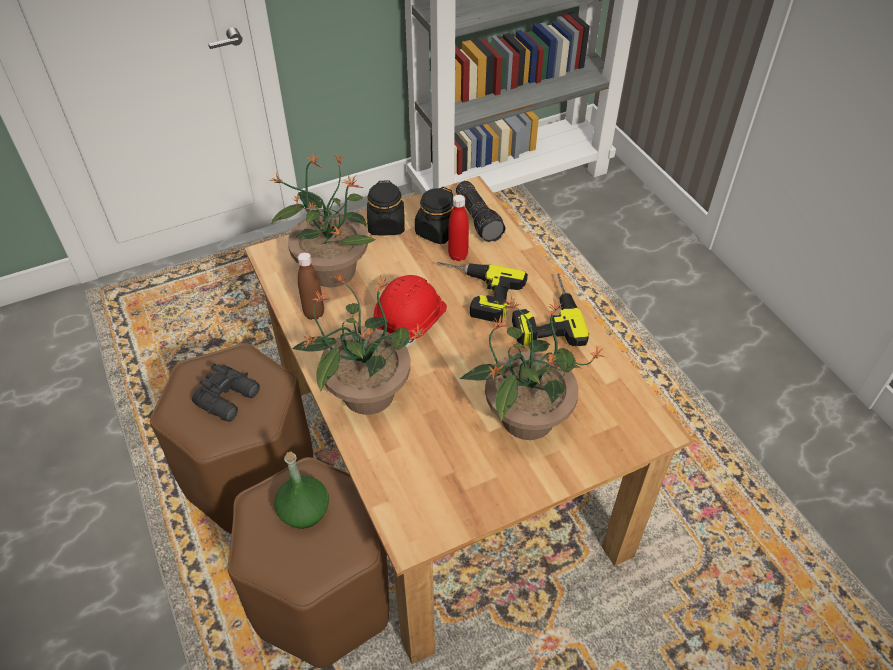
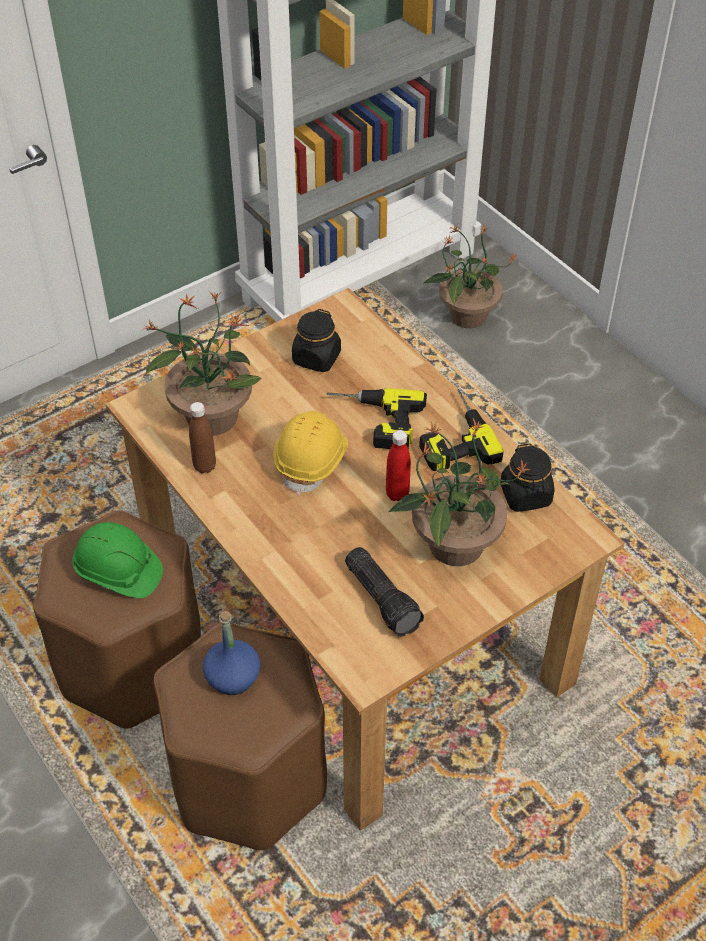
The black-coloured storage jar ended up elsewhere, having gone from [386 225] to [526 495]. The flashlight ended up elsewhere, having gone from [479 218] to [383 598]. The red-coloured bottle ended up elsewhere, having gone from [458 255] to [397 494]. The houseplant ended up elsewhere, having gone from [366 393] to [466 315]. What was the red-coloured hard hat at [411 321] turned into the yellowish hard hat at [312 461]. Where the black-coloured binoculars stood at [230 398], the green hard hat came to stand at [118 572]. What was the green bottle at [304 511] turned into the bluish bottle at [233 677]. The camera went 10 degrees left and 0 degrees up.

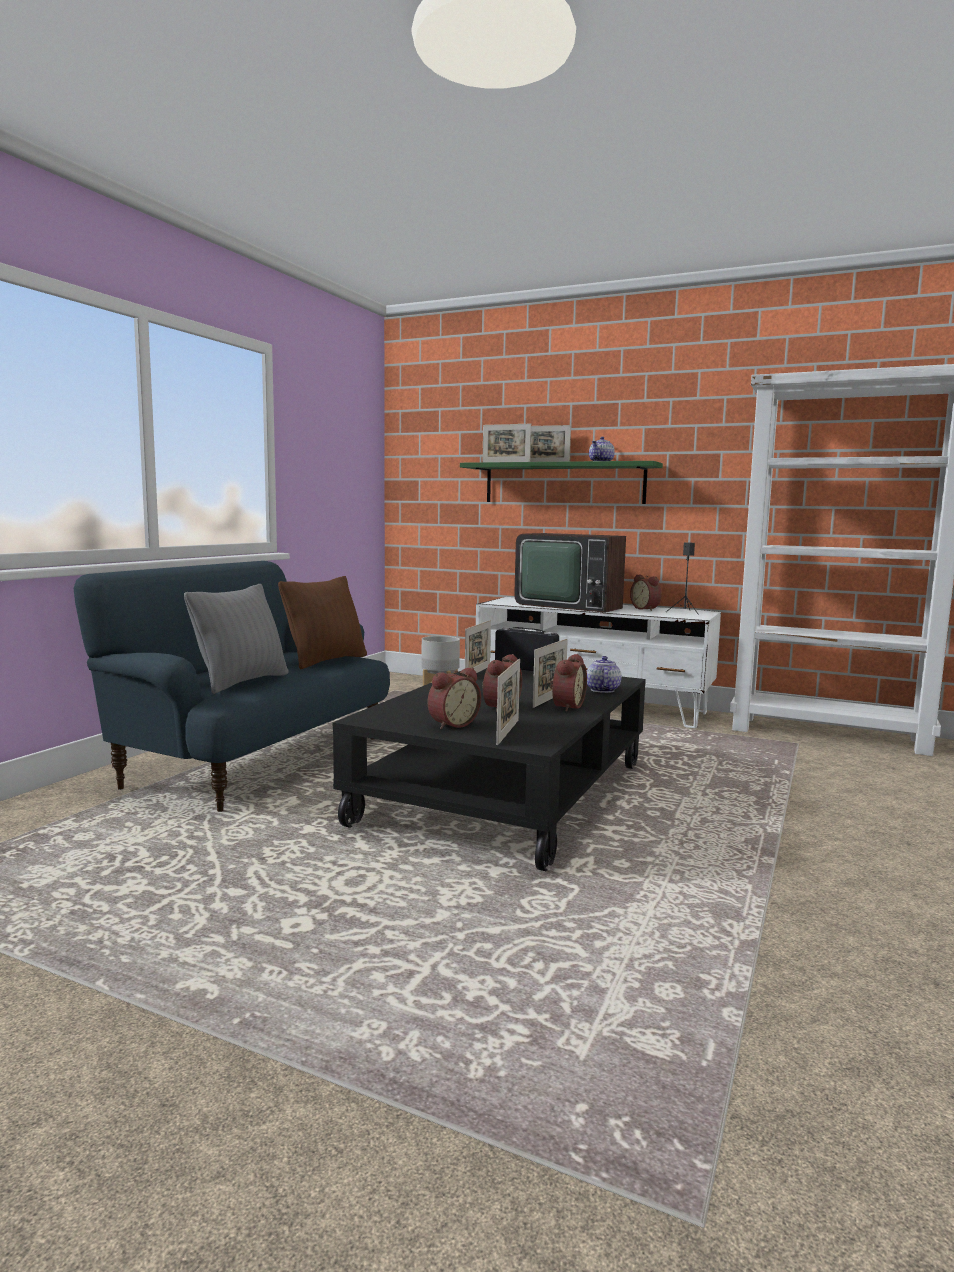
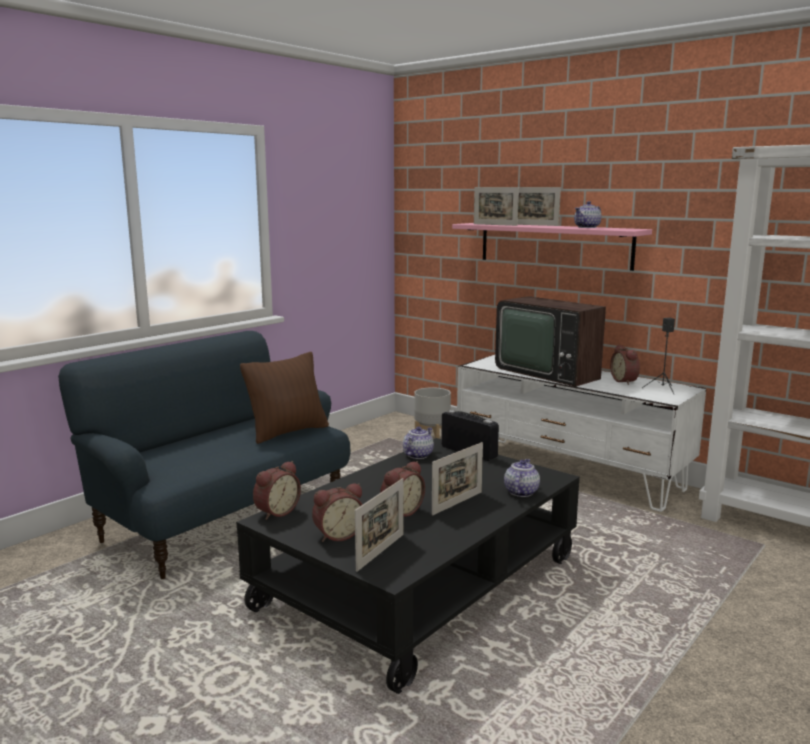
What was the green bracket shelf at [563 483] turned into the pinkish bracket shelf at [554 245]. The second view lost the gray pillow at [241 682]. Where the standing frame stood at [477 672], the teapot came to stand at [418 455]. The table clock ended up elsewhere, having gone from [566 706] to [276 512]. The camera went 15 degrees right and 5 degrees up.

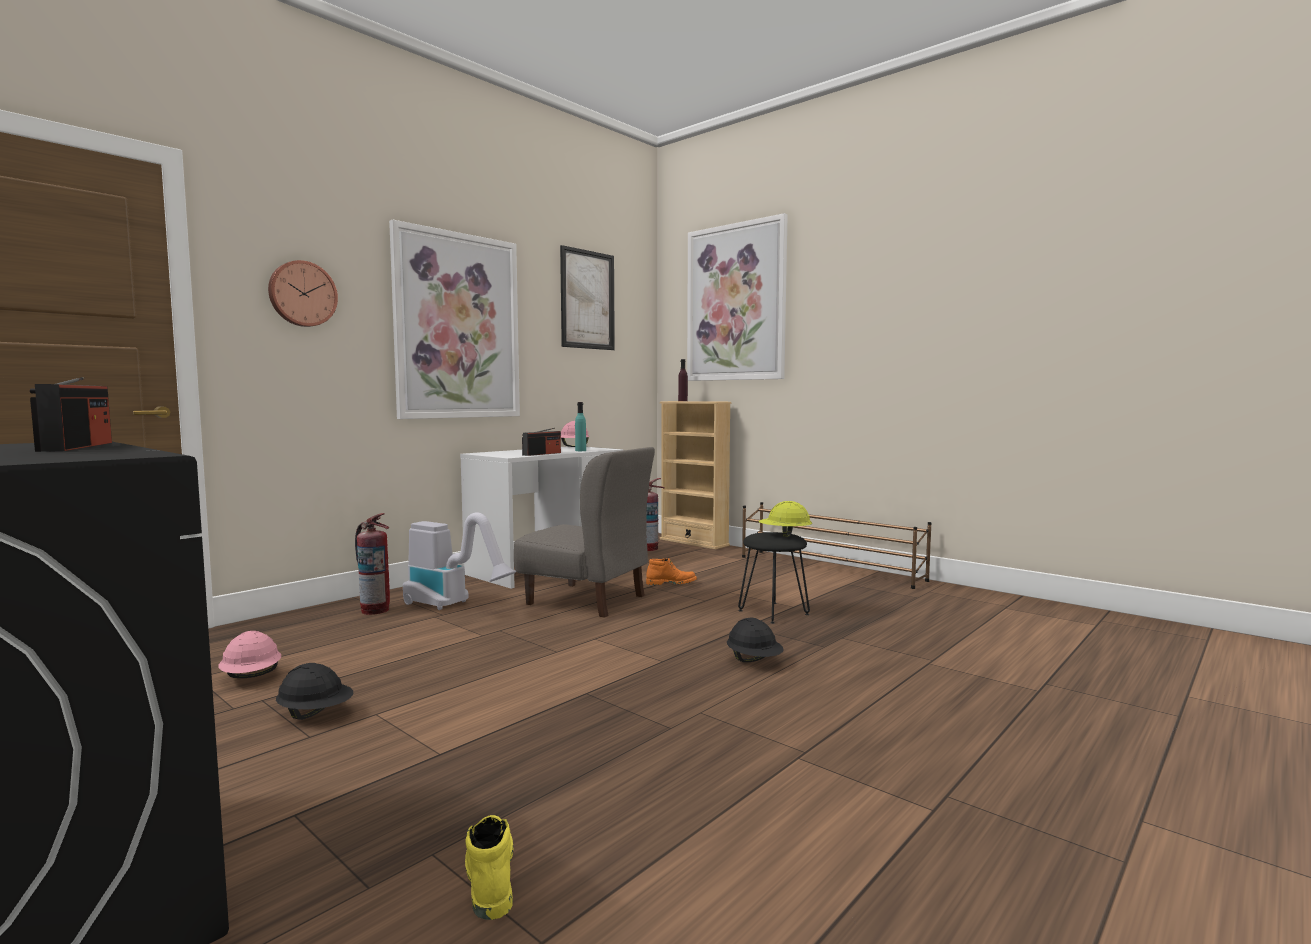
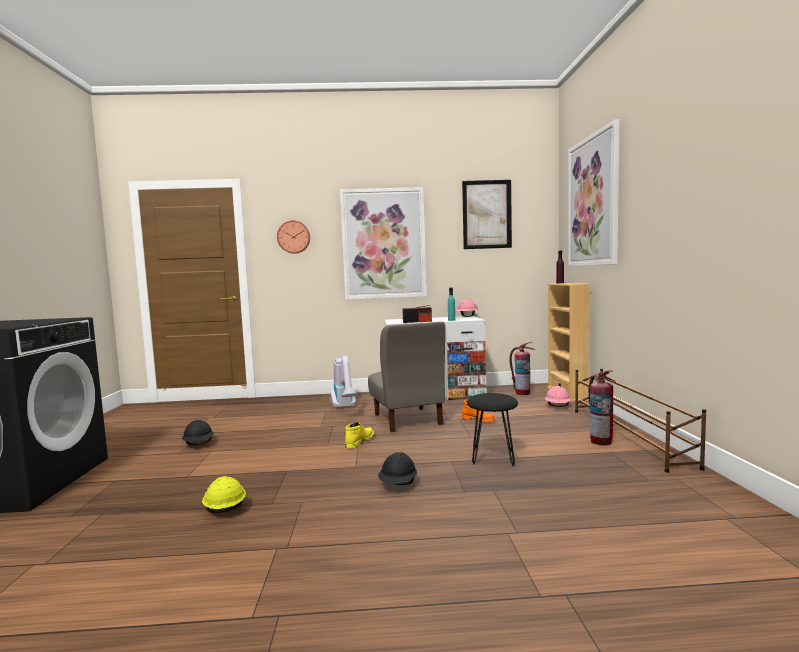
The second view lost the radio receiver at [77 446]. The yellowish hard hat ended up elsewhere, having gone from [784 536] to [225 509]. The extinguisher ended up elsewhere, having gone from [375 610] to [601 441]. The pinkish hard hat ended up elsewhere, having gone from [252 677] to [558 406]. The yellowish tall boot ended up elsewhere, having gone from [488 875] to [359 441]. The camera went 45 degrees right and 0 degrees up.

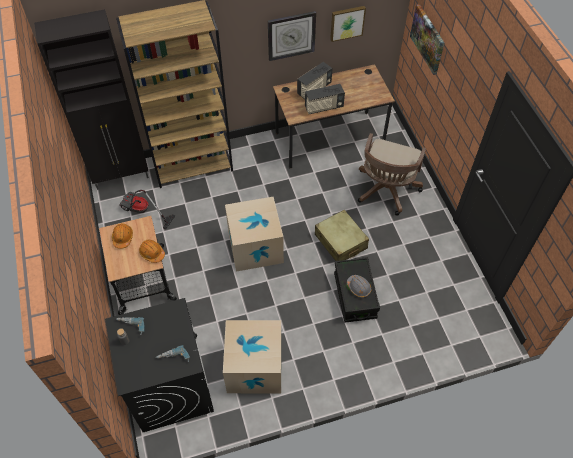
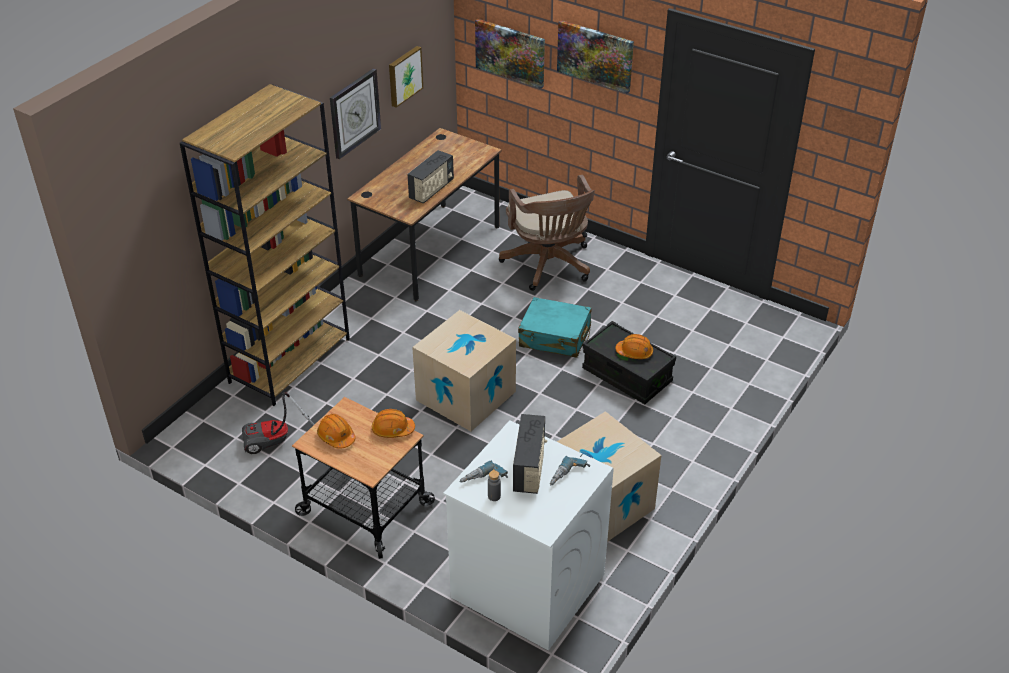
The second view lost the black-coloured cupboard at [122 175]. The radio receiver ended up elsewhere, having gone from [314 89] to [529 468]. What was the beige travel case at [340 242] turned into the blue-green travel case at [555 337]. What was the gray hard hat at [358 287] turned into the orange-coloured hard hat at [634 352]. What was the black-coloured washing machine at [170 386] turned into the white-coloured washing machine at [527 585]. The second view gained the wall picture at [595 55]. The camera went 40 degrees left and 15 degrees down.

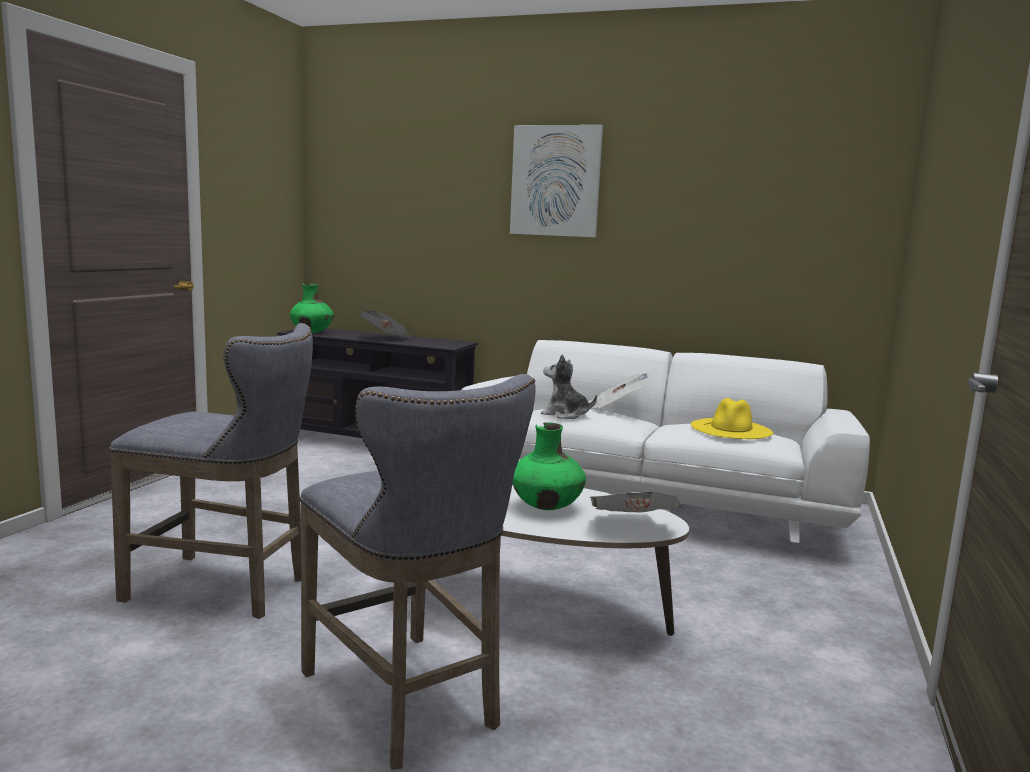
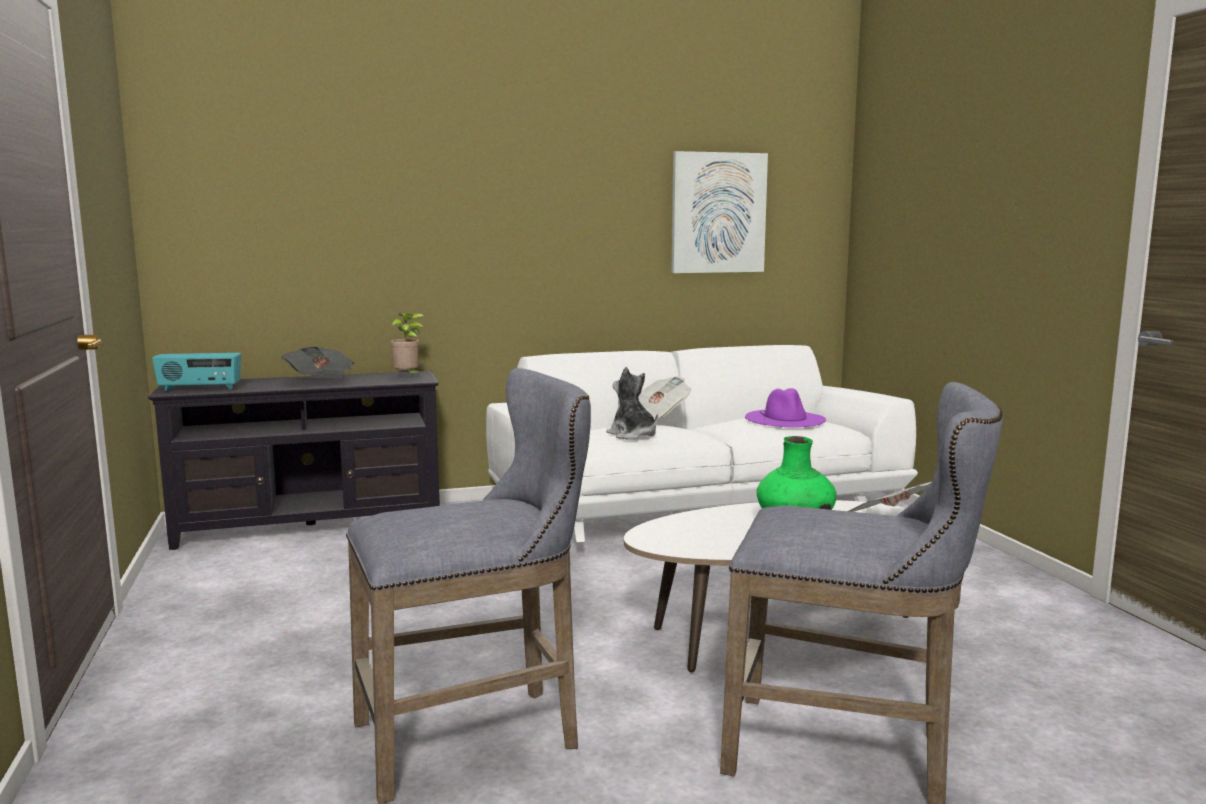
The wall picture ended up elsewhere, having gone from [555 181] to [718 213]. Where the green flower vase stood at [312 332], the radio receiver came to stand at [199 389]. The plush toy at [565 415] ended up facing another way, 60 degrees clockwise from before. What was the yellowish hat at [731 428] turned into the purple hat at [785 418]. The second view gained the houseplant at [408 377]. The camera went 35 degrees left and 0 degrees up.

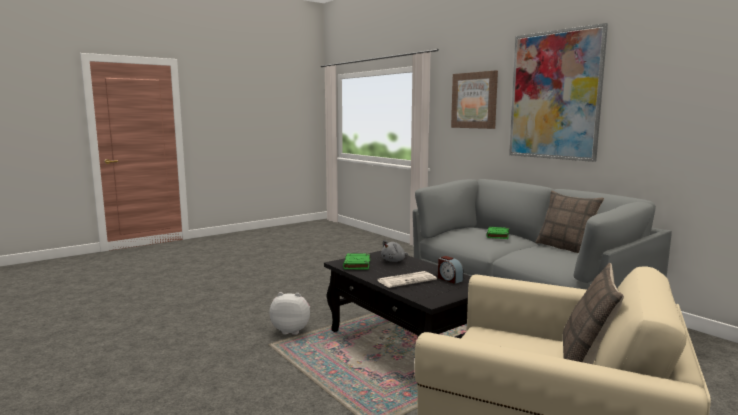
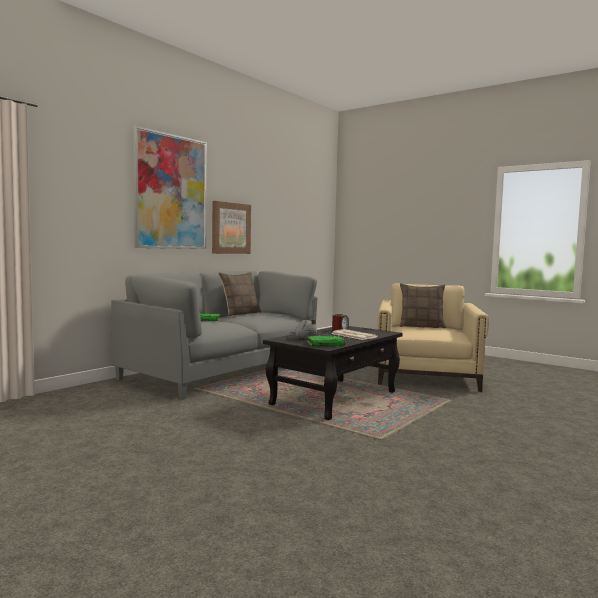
The wall picture ended up elsewhere, having gone from [474 100] to [230 228]. The second view lost the plush toy at [292 330]. The camera went 105 degrees left and 5 degrees down.

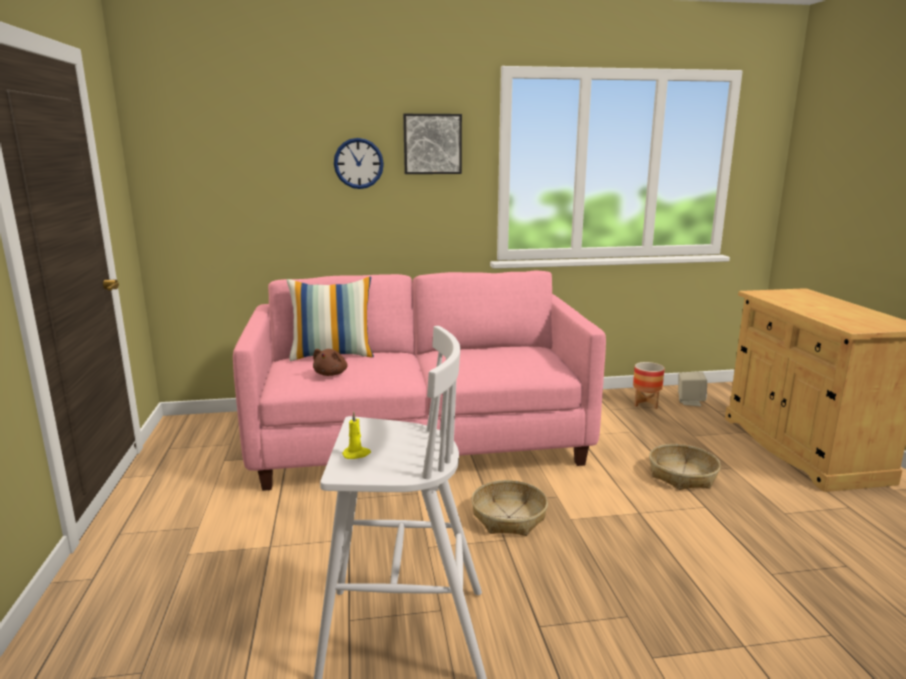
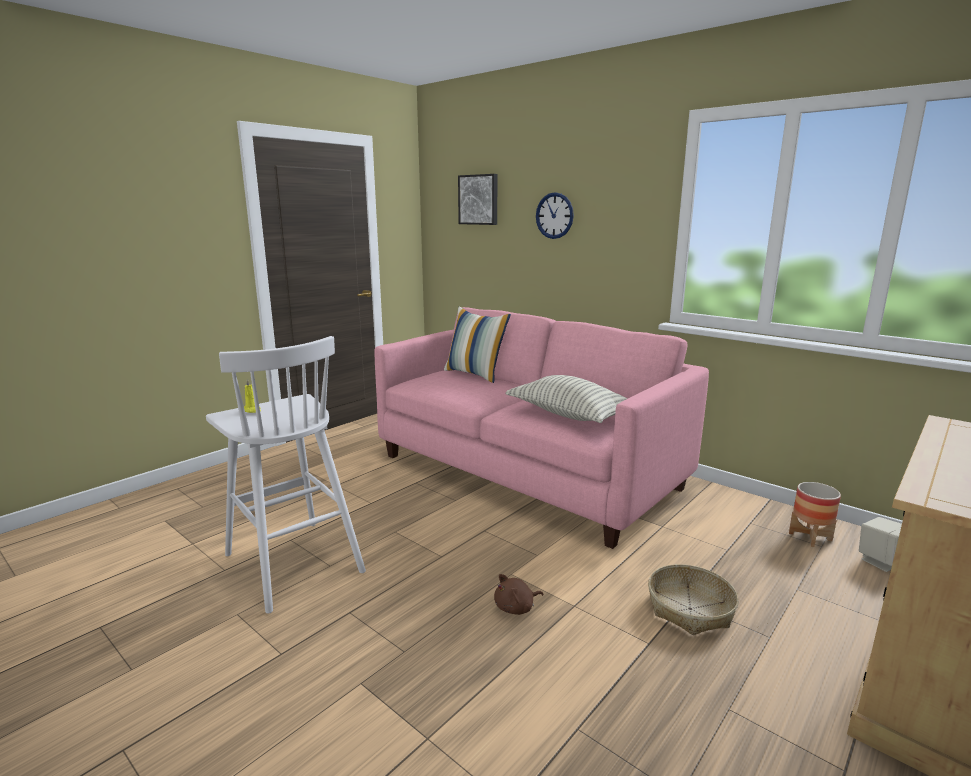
The wall picture ended up elsewhere, having gone from [432 144] to [479 199]. The brown plush toy ended up elsewhere, having gone from [331 374] to [516 608]. The second view lost the basket at [508 517]. The second view gained the pillow at [569 415]. The camera went 50 degrees right and 0 degrees up.

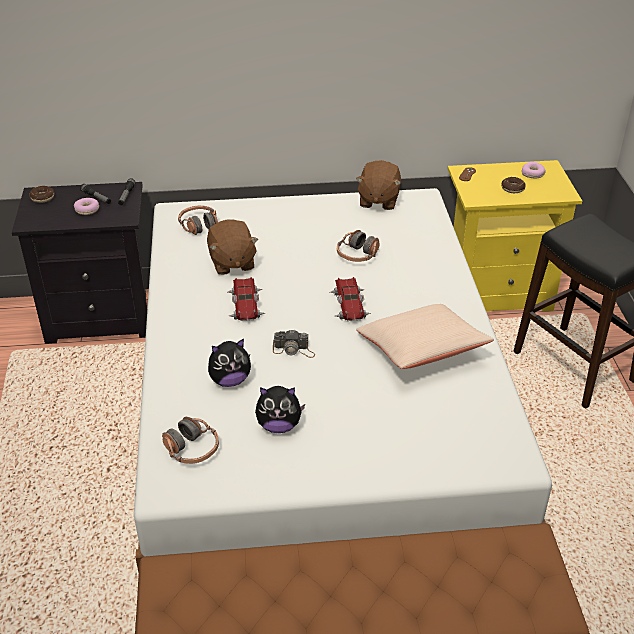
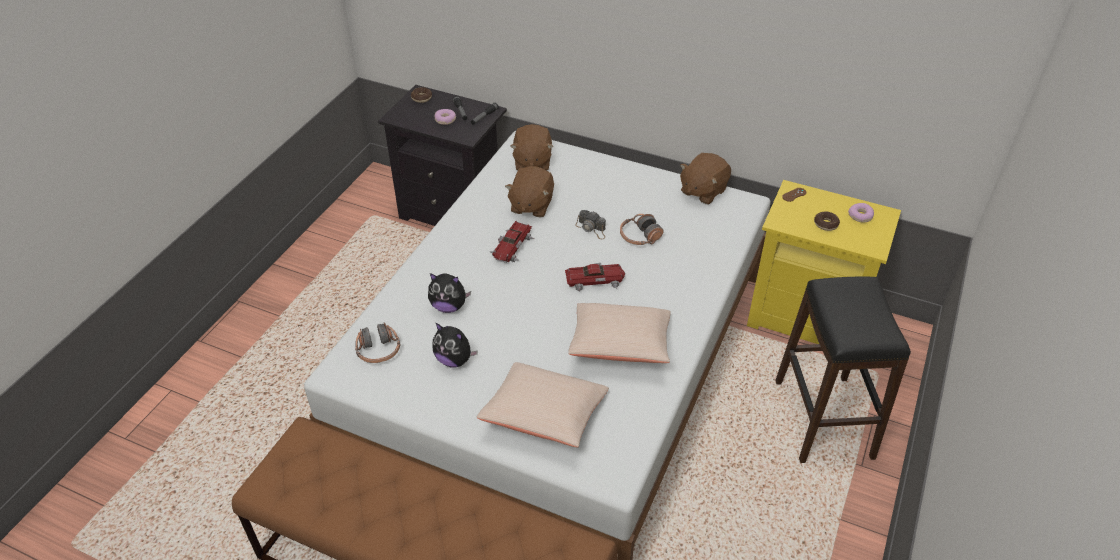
Where the headset stood at [199 225], the brown plush toy came to stand at [532 162]. The toy car at [350 305] ended up facing another way, 120 degrees counterclockwise from before. The still camera ended up elsewhere, having gone from [294 350] to [591 229]. The second view gained the beige pillow at [545 415]. The camera went 30 degrees right and 5 degrees up.

